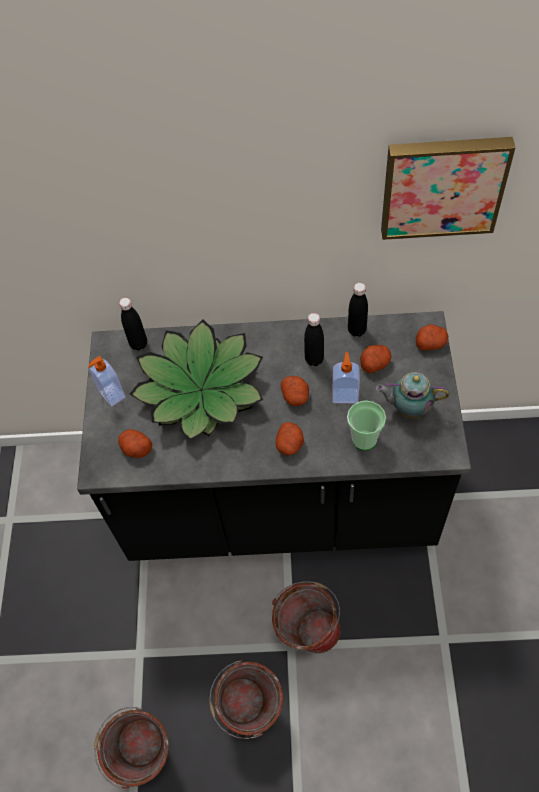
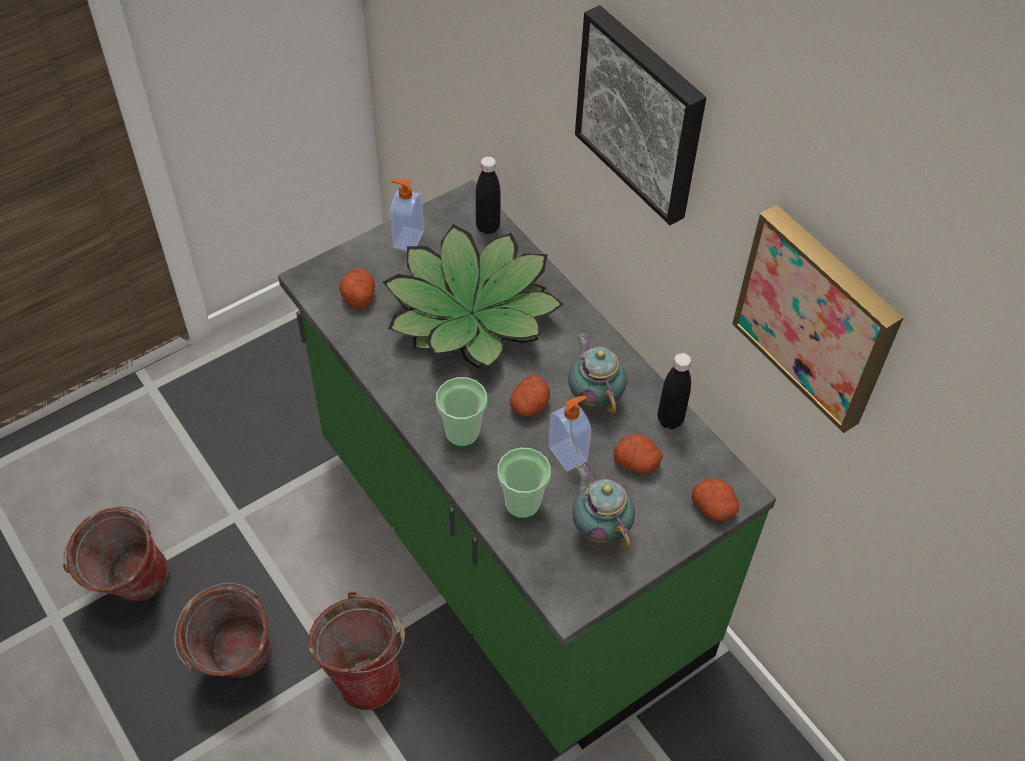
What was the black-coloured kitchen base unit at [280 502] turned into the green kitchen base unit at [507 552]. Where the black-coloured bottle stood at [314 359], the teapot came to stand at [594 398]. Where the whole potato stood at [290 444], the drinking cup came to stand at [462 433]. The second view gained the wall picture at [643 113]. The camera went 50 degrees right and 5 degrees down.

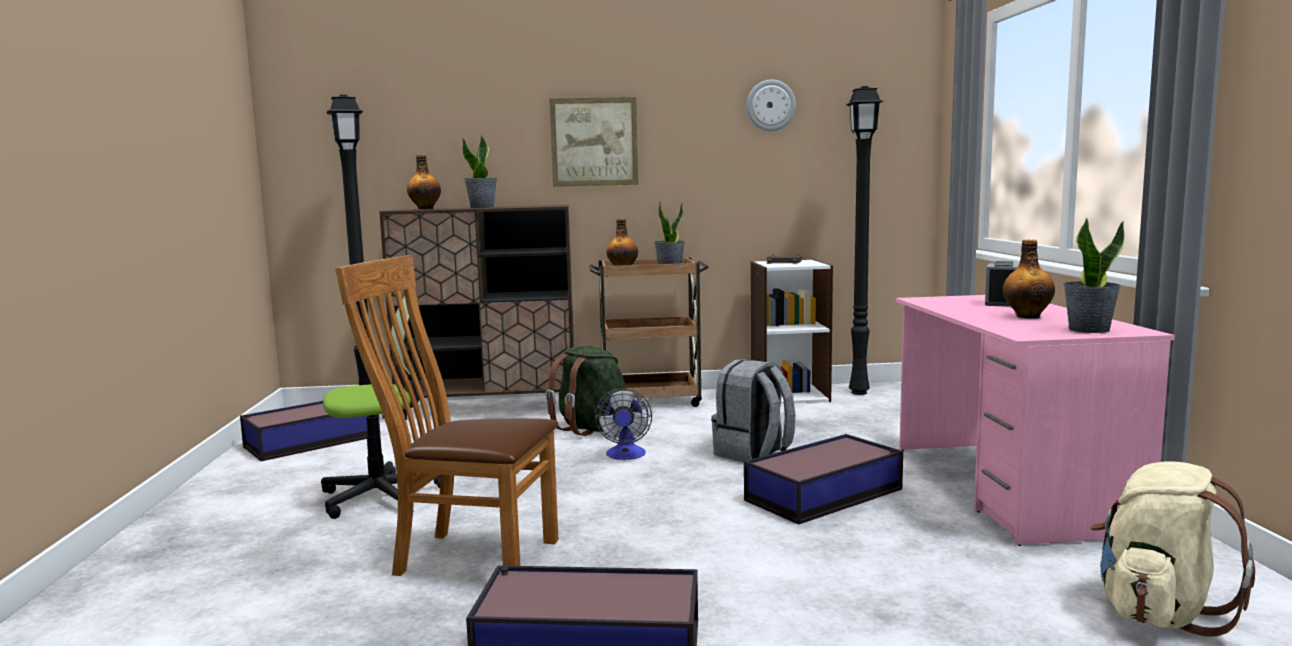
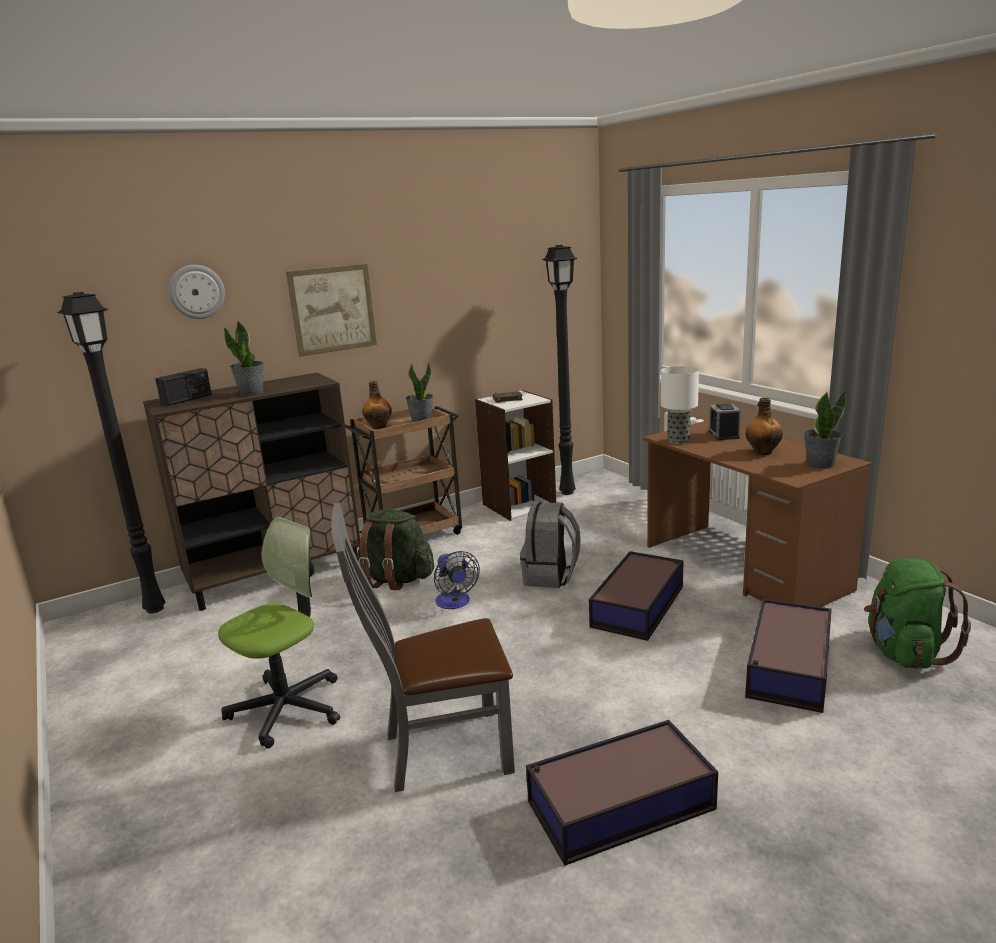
The clock on the wall ended up elsewhere, having gone from [770 105] to [196 292]. Where the bottle stood at [425 208], the radio receiver came to stand at [187 400]. What was the brown plain chair at [467 557] turned into the gray plain chair at [439 751]. What was the pinkish desk at [1007 487] turned into the brown desk at [743 568]. The storage container ended up elsewhere, having gone from [310 441] to [788 667]. What was the beige backpack at [1158 612] turned into the green backpack at [904 653]. The second view gained the tabletop lamp at [678 441]. The camera went 25 degrees left and 10 degrees up.

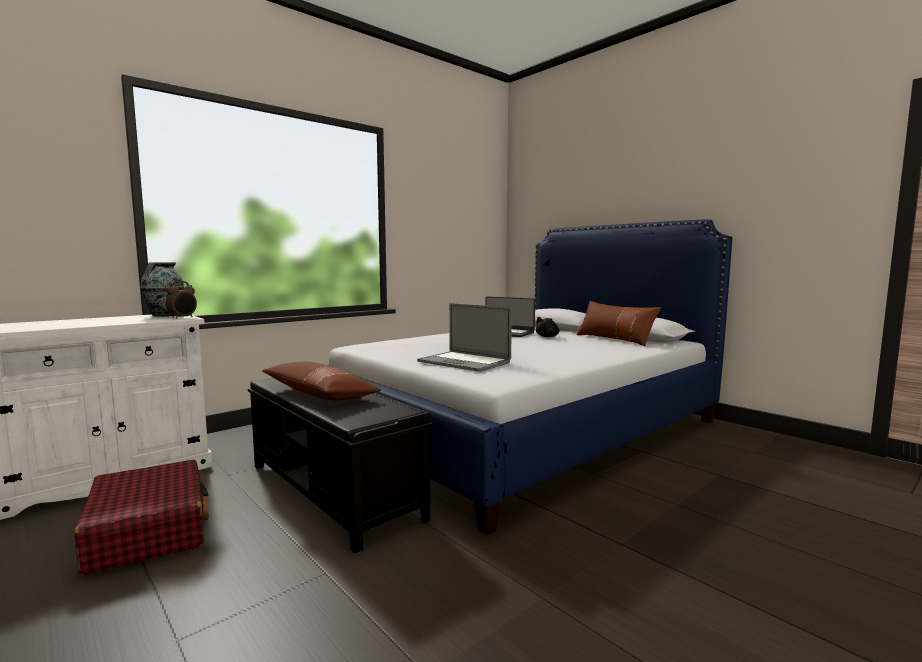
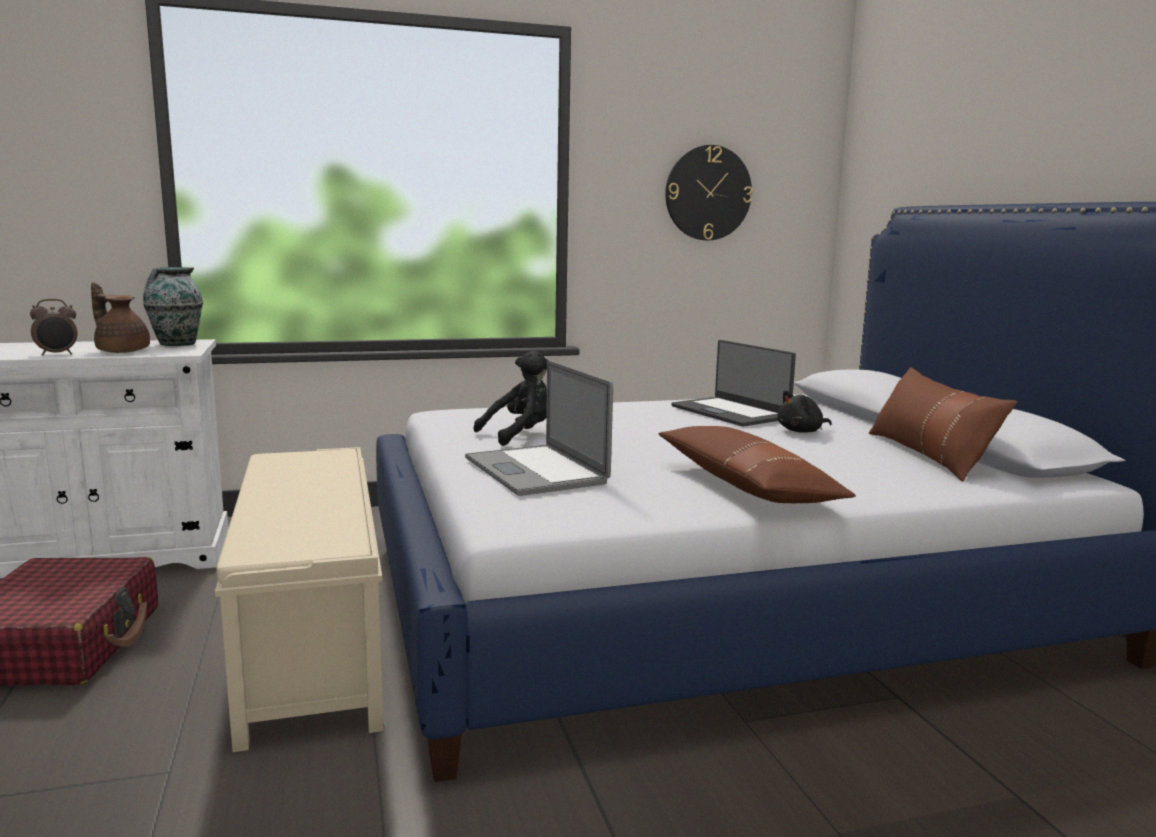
The table clock ended up elsewhere, having gone from [183 318] to [57 354]. The brown pillow ended up elsewhere, having gone from [319 395] to [746 486]. What was the black-coloured bench at [333 491] turned into the beige bench at [312 643]. The second view gained the clock on the wall at [708 193]. The second view gained the brown teapot at [122 351]. The second view gained the black-coloured plush toy at [520 435]. The camera went 25 degrees right and 5 degrees up.

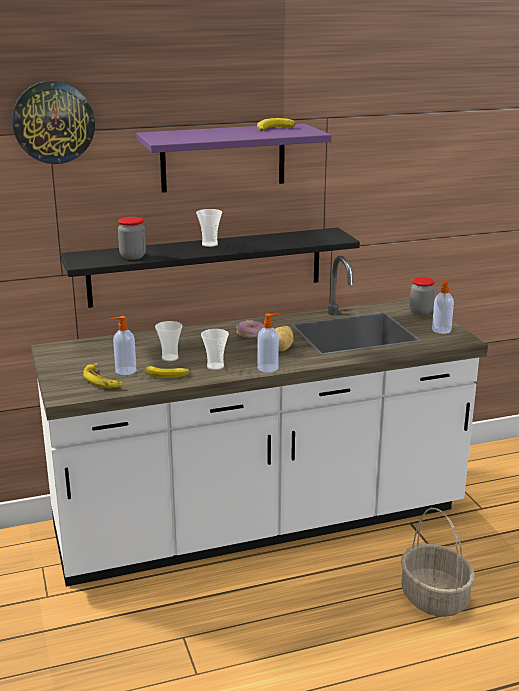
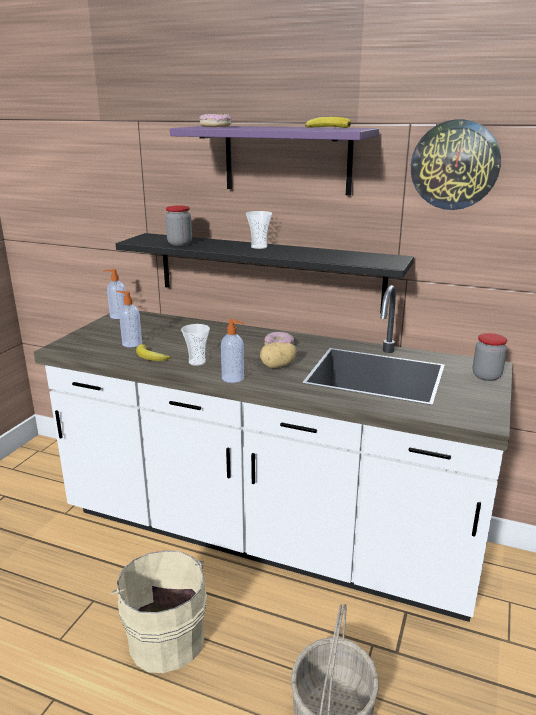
The clock on the wall ended up elsewhere, having gone from [53 122] to [455 165]. The soap bottle ended up elsewhere, having gone from [441 330] to [118 316]. The second view lost the drinking cup at [170 358]. The second view lost the banana fruit at [102 380]. The second view gained the donut at [215 126]. The second view gained the beige bucket at [165 637]. The camera went 40 degrees right and 0 degrees up.

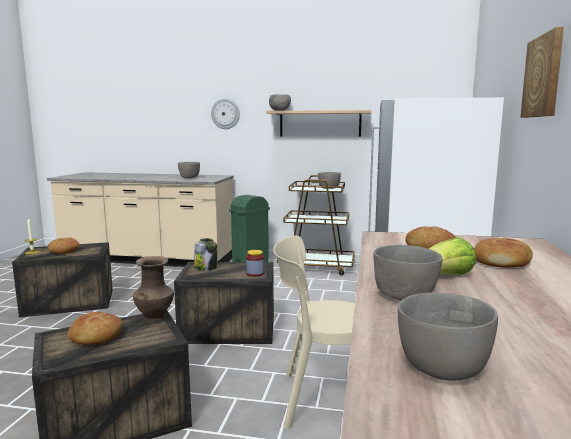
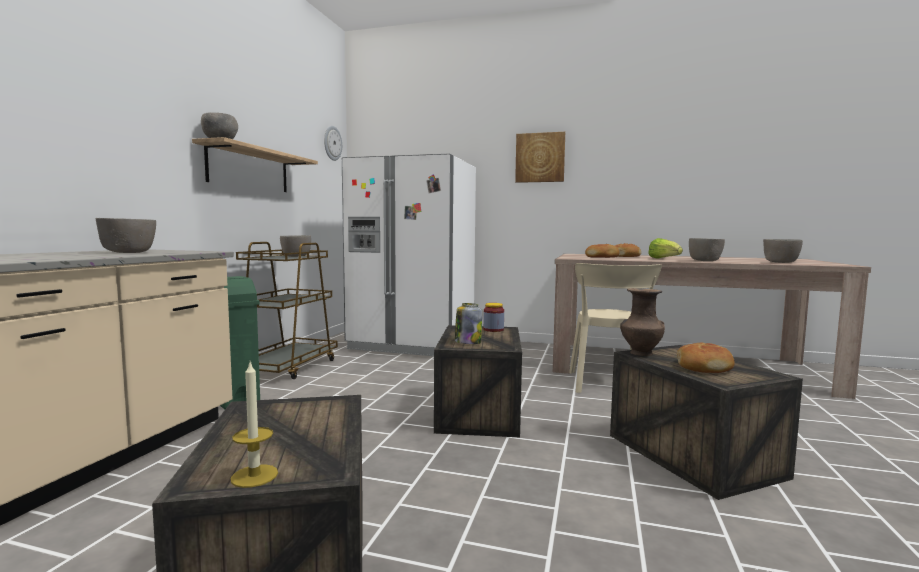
The clock on the wall ended up elsewhere, having gone from [225 114] to [332 143]. The second view lost the bread at [64 251]. The camera went 85 degrees left and 5 degrees down.

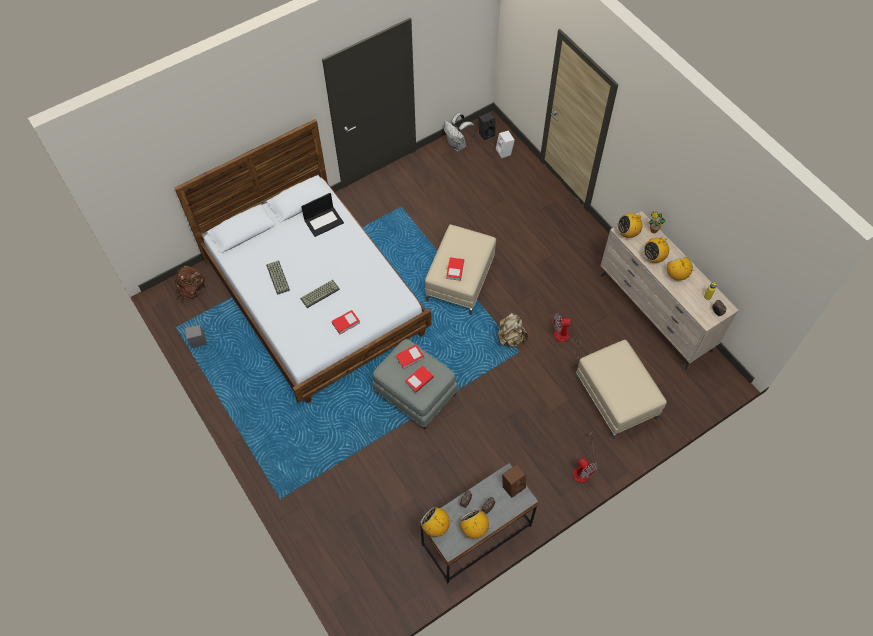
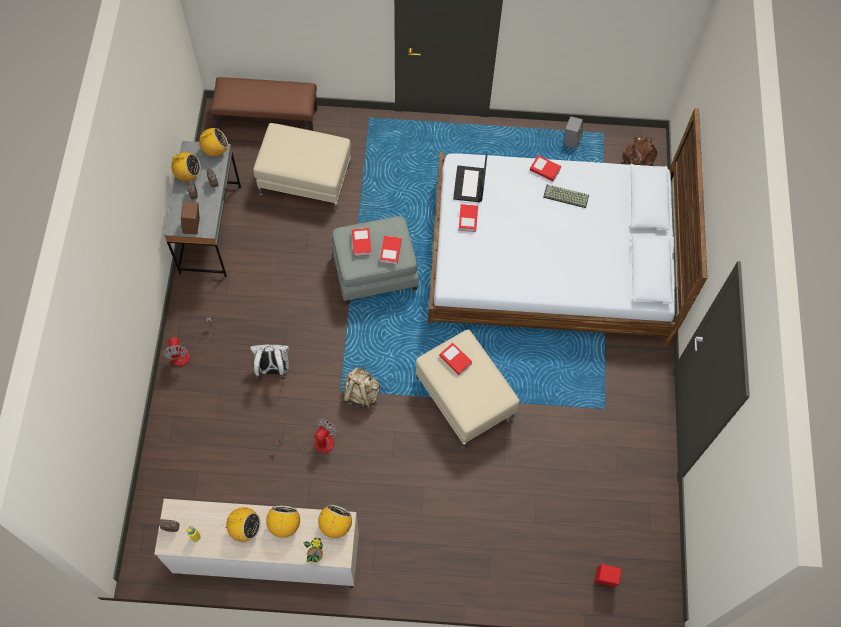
The second view lost the black-coloured loudspeaker at [486 133]. The white-coloured backpack ended up elsewhere, having gone from [458 145] to [273 369]. What was the white-coloured loudspeaker at [504 152] turned into the red-coloured loudspeaker at [604 579]. The notebook computer ended up elsewhere, having gone from [324 221] to [469 184]. The second view lost the keyboard at [320 293]. The beige pouffe ended up elsewhere, having gone from [616 398] to [305 179]. The cooling fan at [582 468] ended up facing another way, 105 degrees counterclockwise from before. The second view gained the brown bench at [268 120]. The second view gained the volume at [545 170]. The camera went 125 degrees right and 5 degrees up.

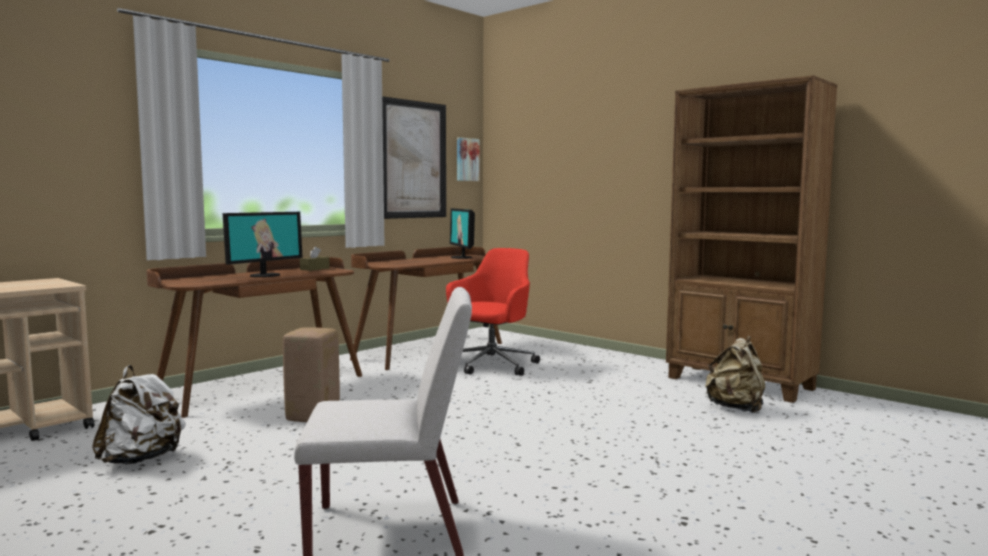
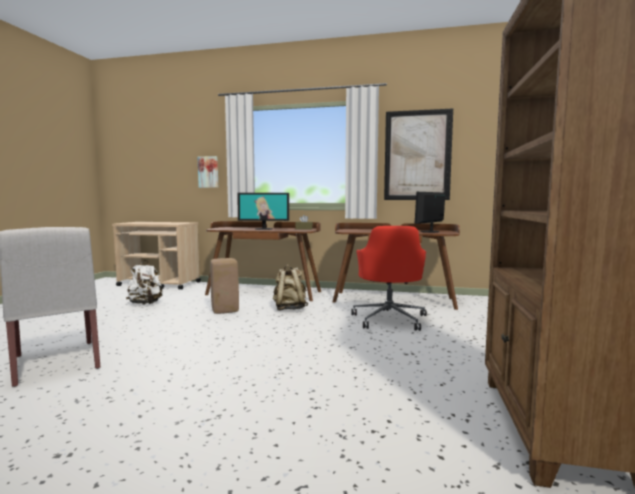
The wall picture ended up elsewhere, having gone from [466 159] to [208 172]. The red-coloured desk chair at [490 365] ended up facing another way, 90 degrees clockwise from before. The beige backpack ended up elsewhere, having gone from [735 408] to [289 309]. The camera went 60 degrees right and 0 degrees up.

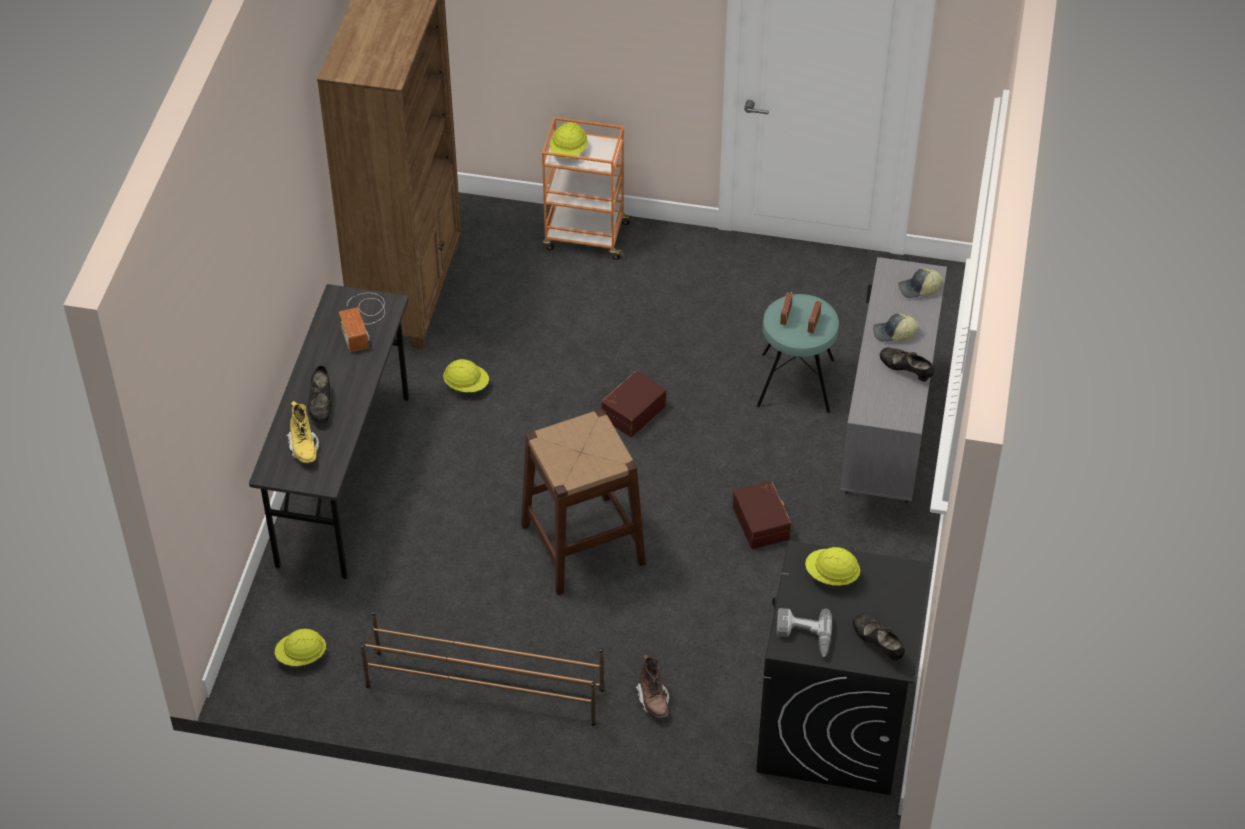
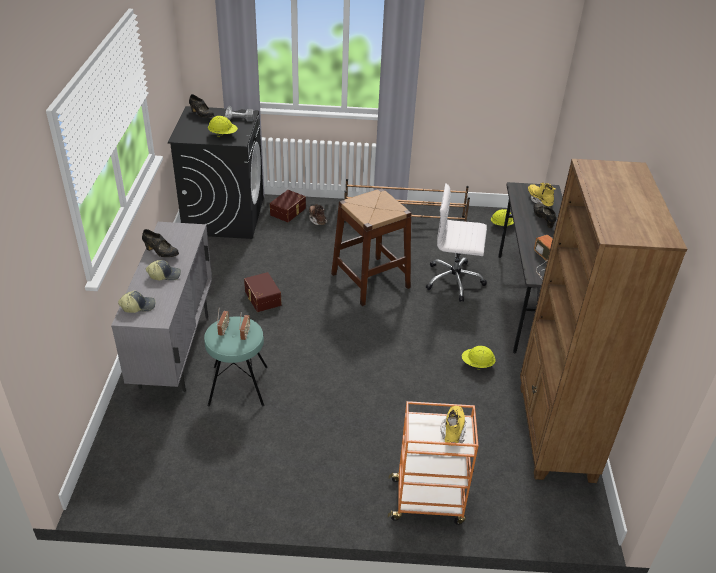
Where the yellowish hard hat stood at [569 151], the yellowish tall boot came to stand at [453 430]. The brown storage container ended up elsewhere, having gone from [632 411] to [288 212]. The second view gained the white-coloured desk chair at [455 281]. The camera went 170 degrees right and 10 degrees down.

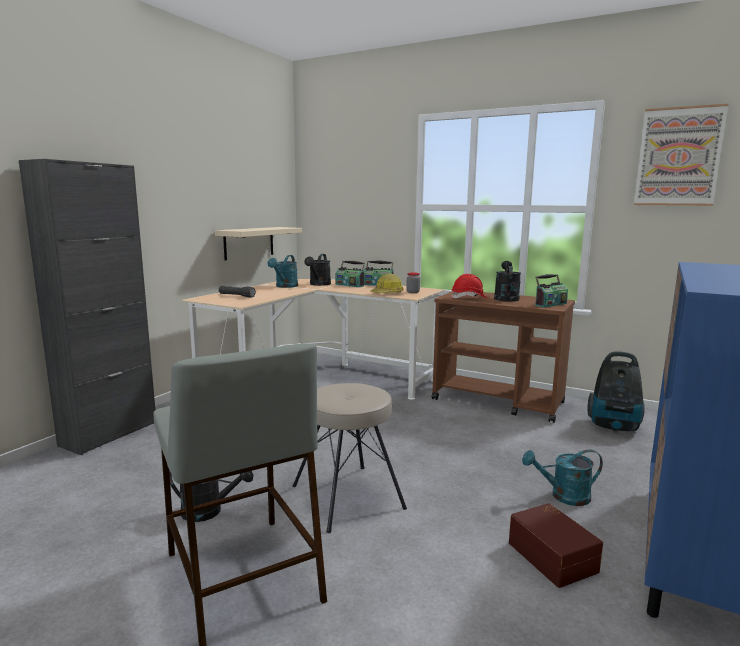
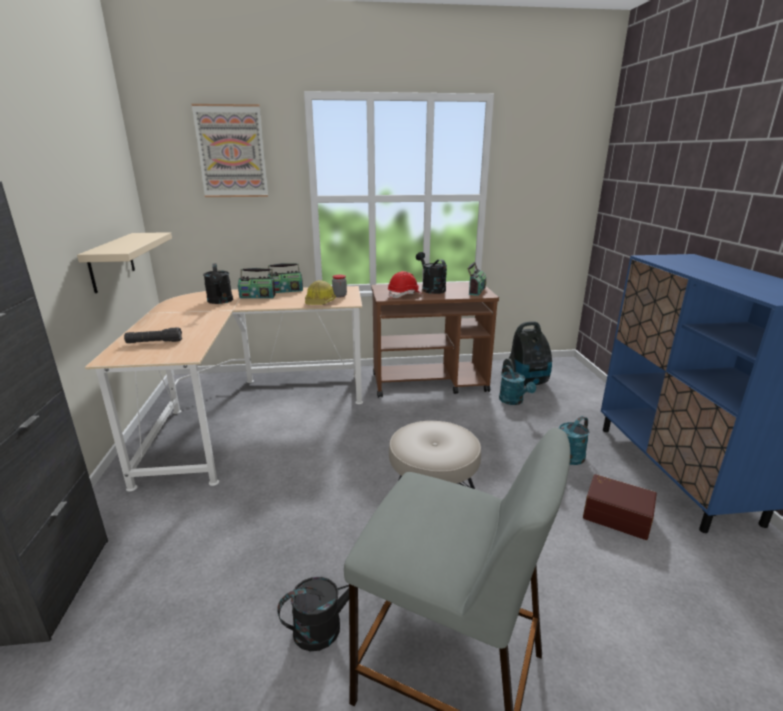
The wall picture ended up elsewhere, having gone from [678 157] to [231 152]. The blue-green watering pot ended up elsewhere, having gone from [285 286] to [513 401]. The camera went 35 degrees left and 10 degrees up.

